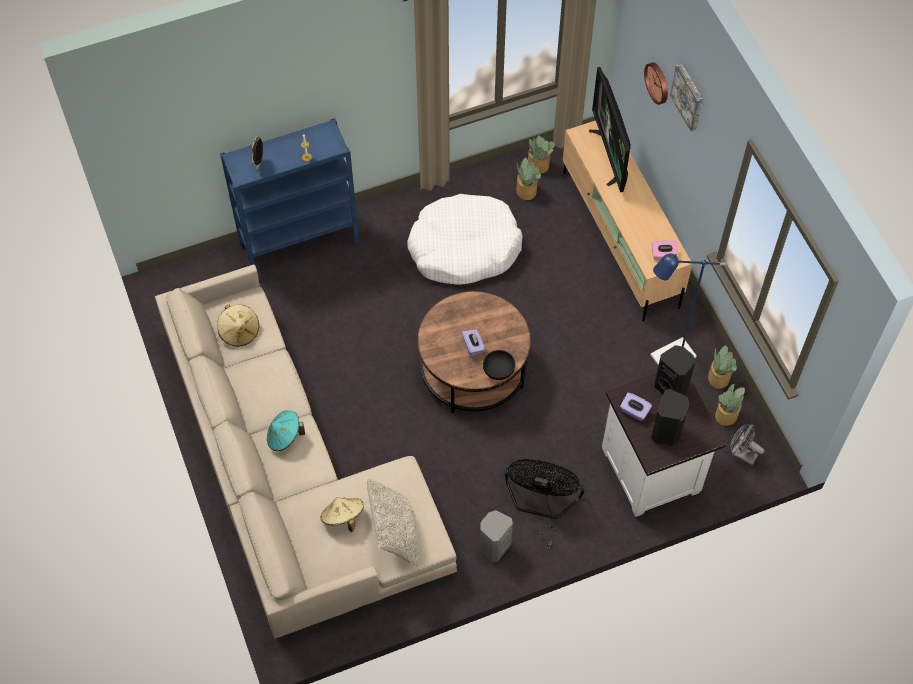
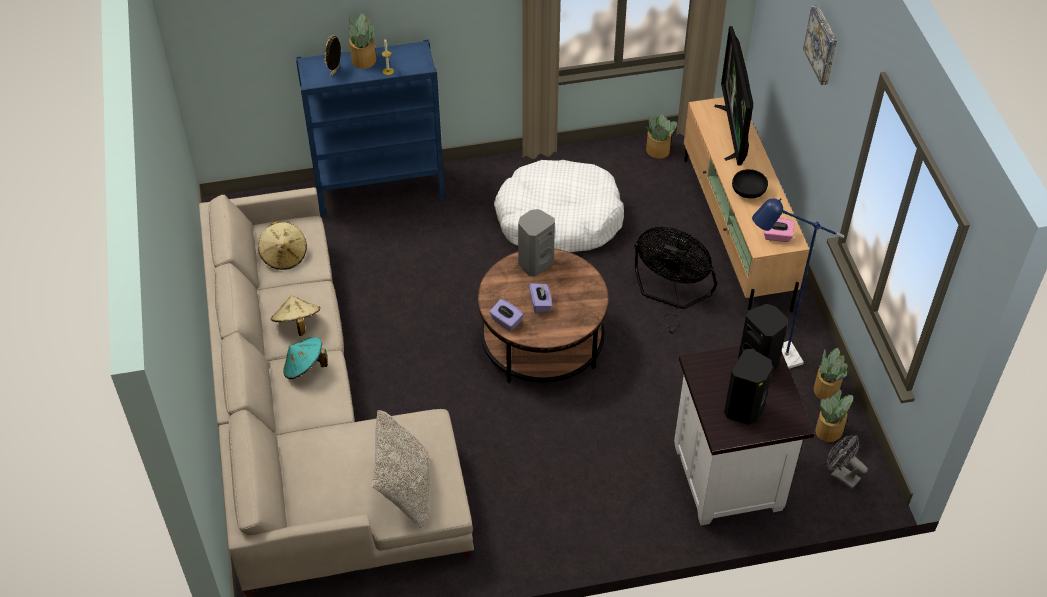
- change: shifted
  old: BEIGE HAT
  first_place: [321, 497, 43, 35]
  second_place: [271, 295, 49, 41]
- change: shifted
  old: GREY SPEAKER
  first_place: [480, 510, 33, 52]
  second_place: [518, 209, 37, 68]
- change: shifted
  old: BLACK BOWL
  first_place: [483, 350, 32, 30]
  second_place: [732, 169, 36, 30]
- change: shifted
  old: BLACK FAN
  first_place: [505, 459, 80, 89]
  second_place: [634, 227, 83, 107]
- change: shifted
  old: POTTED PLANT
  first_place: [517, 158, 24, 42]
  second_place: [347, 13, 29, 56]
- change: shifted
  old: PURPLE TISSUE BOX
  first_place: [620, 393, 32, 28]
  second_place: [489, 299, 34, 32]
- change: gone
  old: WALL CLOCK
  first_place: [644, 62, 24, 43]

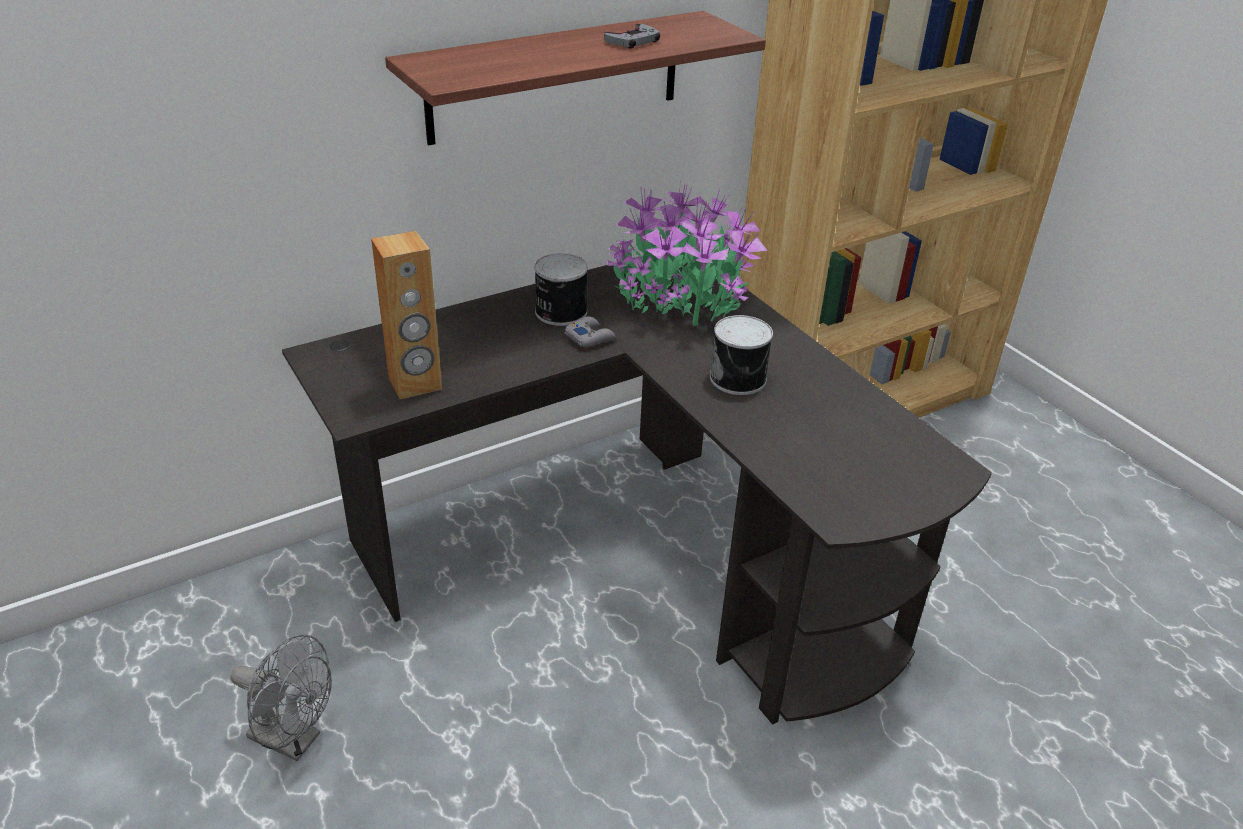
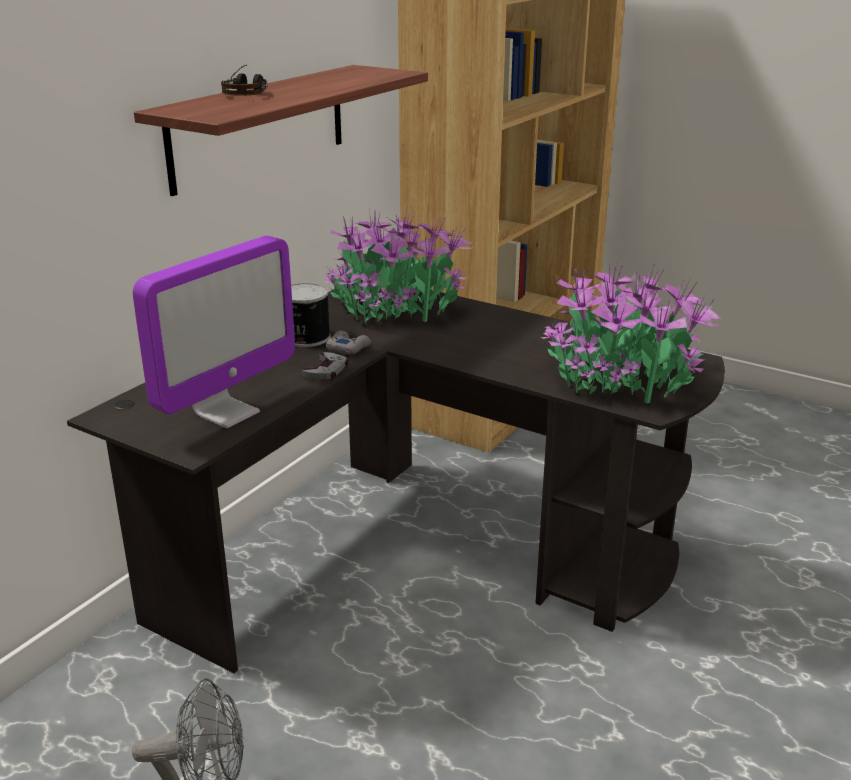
- change: swapped
  old: BROWN SPEAKER
  new: MONITOR
  first_place: [371, 231, 71, 168]
  second_place: [133, 235, 162, 193]
- change: shifted
  old: GREY GAME CONTROLLER
  first_place: [604, 24, 56, 25]
  second_place: [302, 352, 46, 28]
- change: gone
  old: CAN
  first_place: [710, 315, 63, 80]
- change: new
  new: HEADPHONES
  second_place: [221, 65, 47, 31]
- change: new
  new: POTTED PLANT
  second_place: [541, 262, 180, 141]

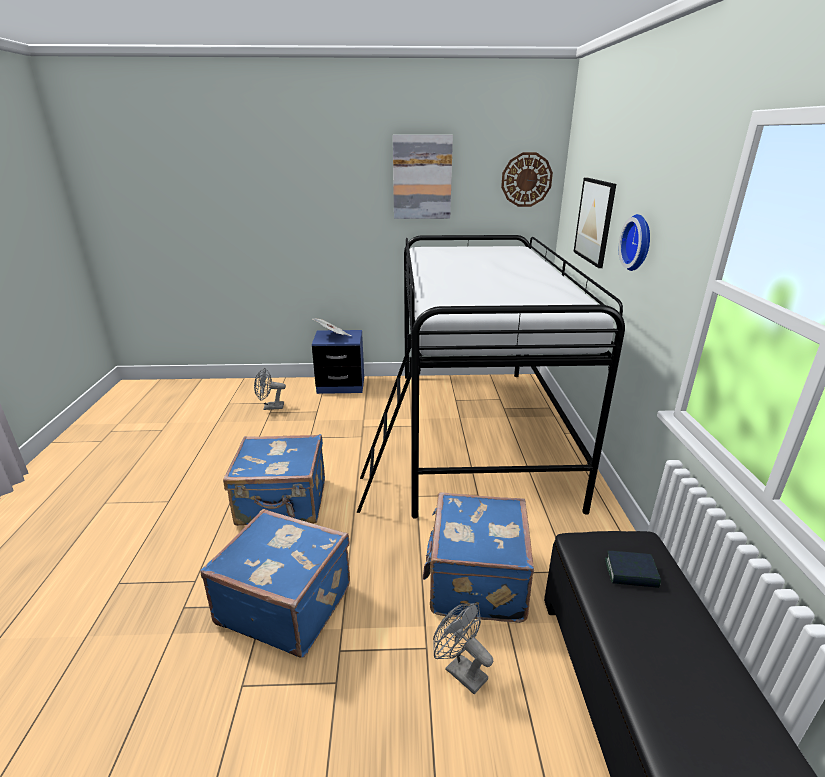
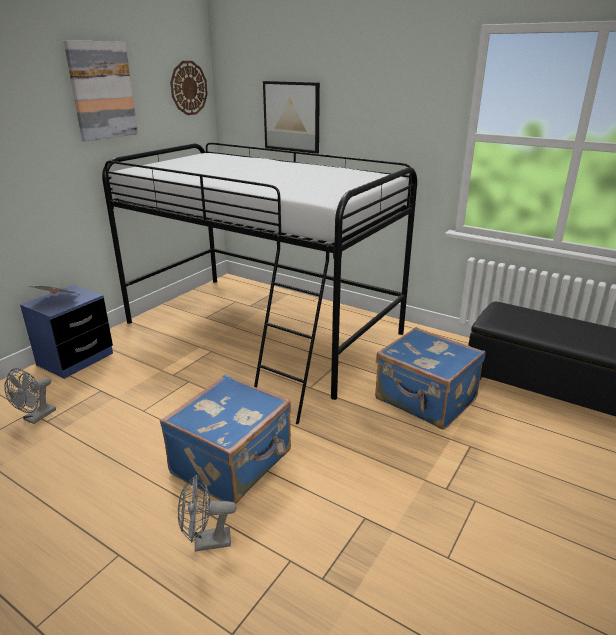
- change: gone
  old: BLUE SUITCASE
  first_place: [200, 509, 150, 149]
- change: shifted
  old: GREY FAN
  first_place: [433, 603, 60, 91]
  second_place: [178, 475, 59, 77]
- change: gone
  old: BOOK
  first_place: [605, 551, 56, 37]
- change: gone
  old: WALL CLOCK
  first_place: [619, 214, 31, 57]

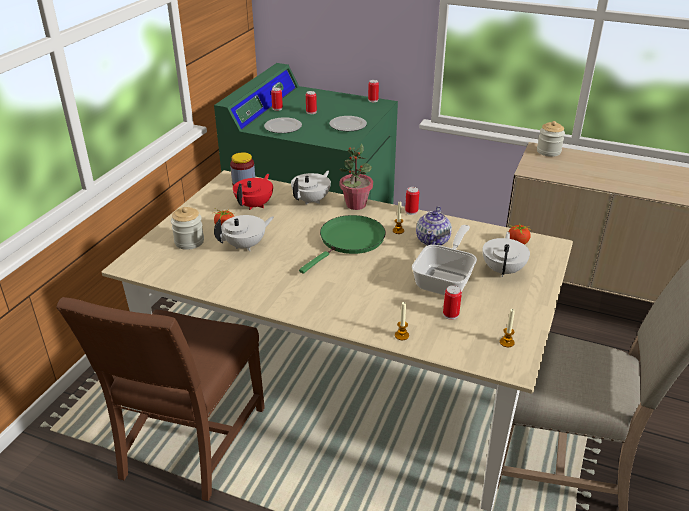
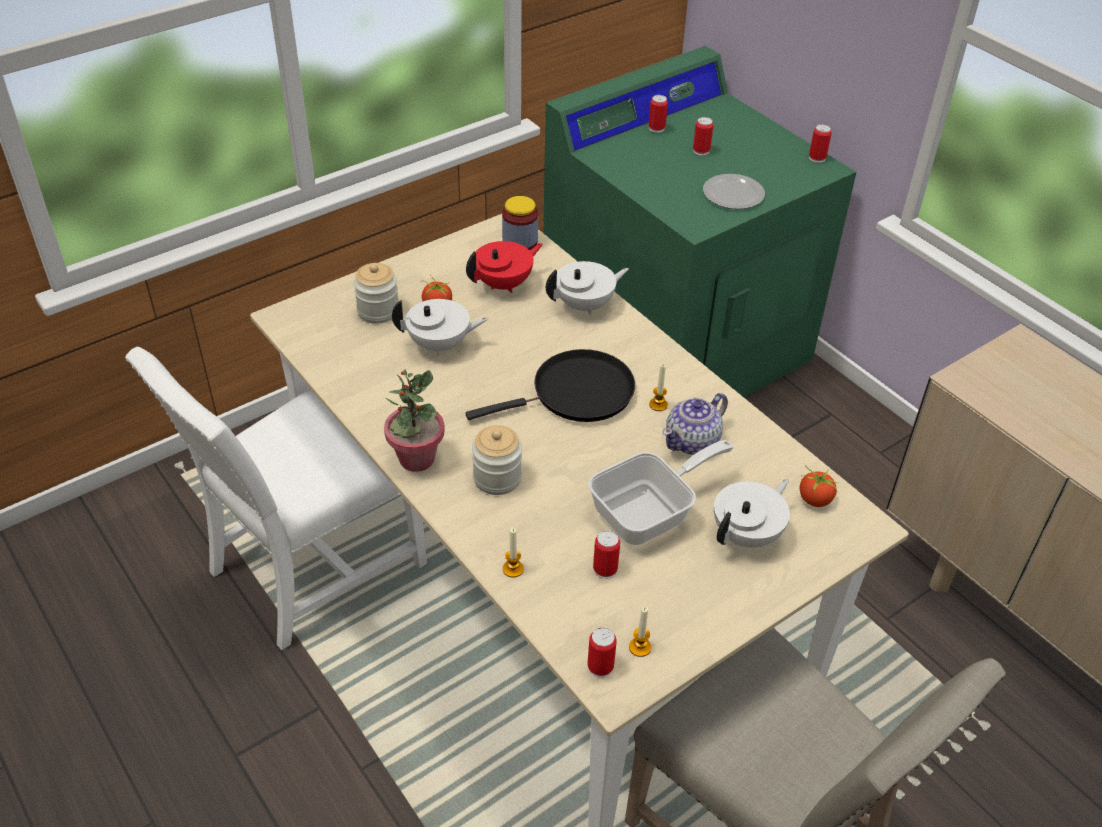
- change: repainted
  old: BROWN CHAIR
  new: WHITE CHAIR
  first_place: [56, 297, 209, 204]
  second_place: [125, 347, 302, 303]
- change: gone
  old: PLATE
  first_place: [264, 117, 38, 16]
- change: repainted
  old: GREEN FRYING PAN
  new: BLACK FRYING PAN
  first_place: [299, 215, 87, 59]
  second_place: [466, 349, 169, 73]
- change: shifted
  old: POTTED PLANT
  first_place: [340, 144, 33, 66]
  second_place: [384, 370, 61, 102]
- change: shifted
  old: CAN
  first_place: [405, 187, 14, 28]
  second_place: [588, 627, 29, 51]
- change: shifted
  old: JAR
  first_place: [537, 121, 28, 36]
  second_place: [472, 425, 50, 70]

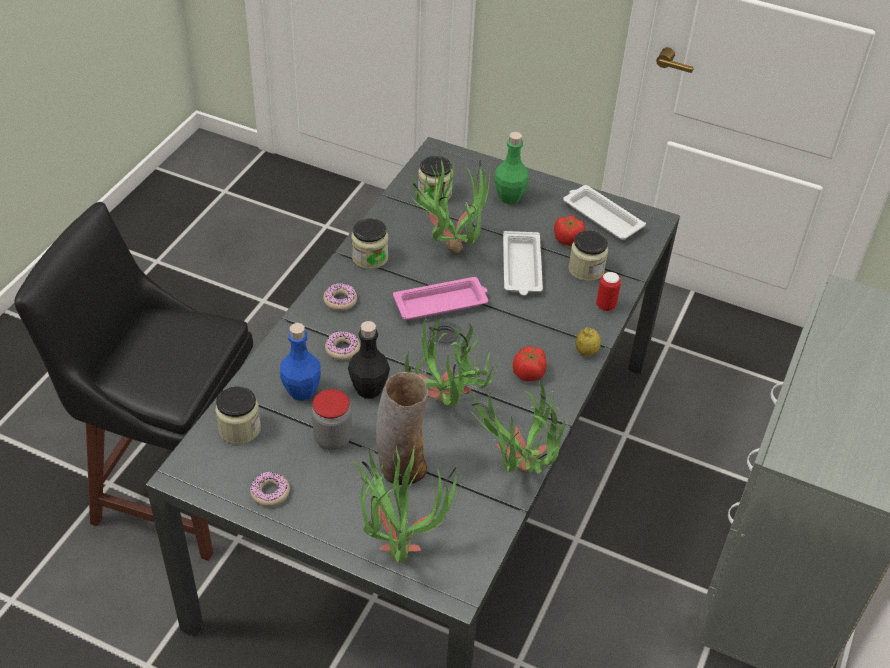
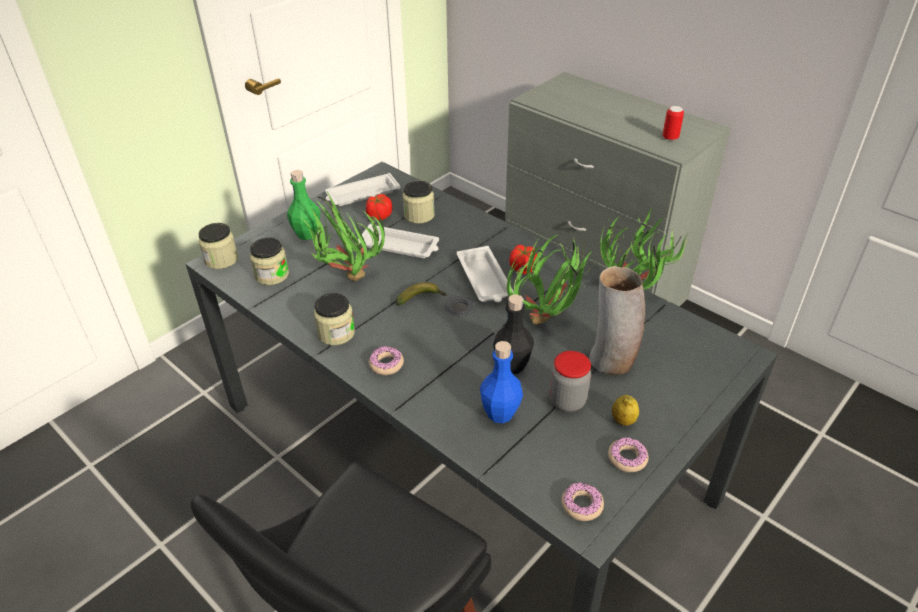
- change: shifted
  old: JAR
  first_place: [215, 386, 46, 58]
  second_place: [198, 223, 40, 46]
- change: shifted
  old: DONUT
  first_place: [325, 331, 35, 29]
  second_place: [562, 482, 42, 39]
- change: gone
  old: POTTED PLANT
  first_place: [352, 445, 110, 118]
- change: swapped
  old: PINK TRAY
  new: BANANA
  first_place: [393, 277, 95, 42]
  second_place: [396, 282, 51, 24]
- change: shifted
  old: LEMON
  first_place: [576, 327, 25, 29]
  second_place: [612, 395, 27, 31]
- change: shifted
  old: CAN
  first_place: [596, 272, 25, 39]
  second_place: [662, 106, 22, 35]
- change: new
  new: WHITE TRAY
  second_place: [457, 246, 57, 56]

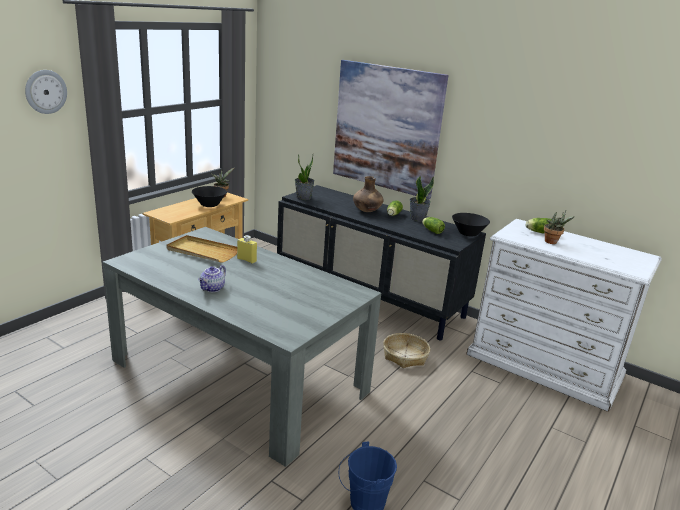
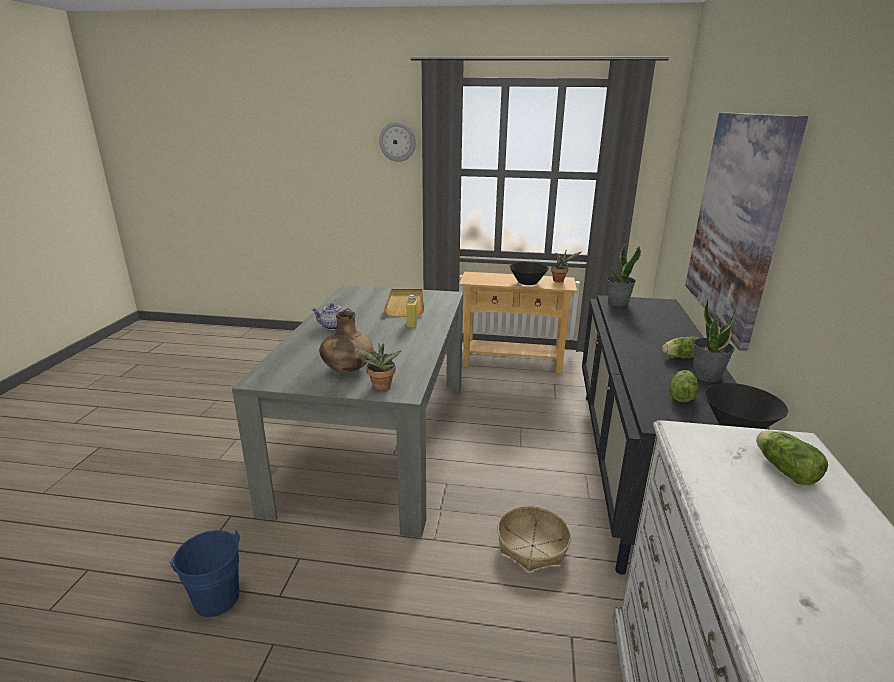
- change: shifted
  old: BROWN VASE
  first_place: [353, 176, 31, 36]
  second_place: [319, 311, 54, 61]
- change: shifted
  old: POTTED PLANT
  first_place: [544, 211, 30, 33]
  second_place: [353, 343, 48, 48]

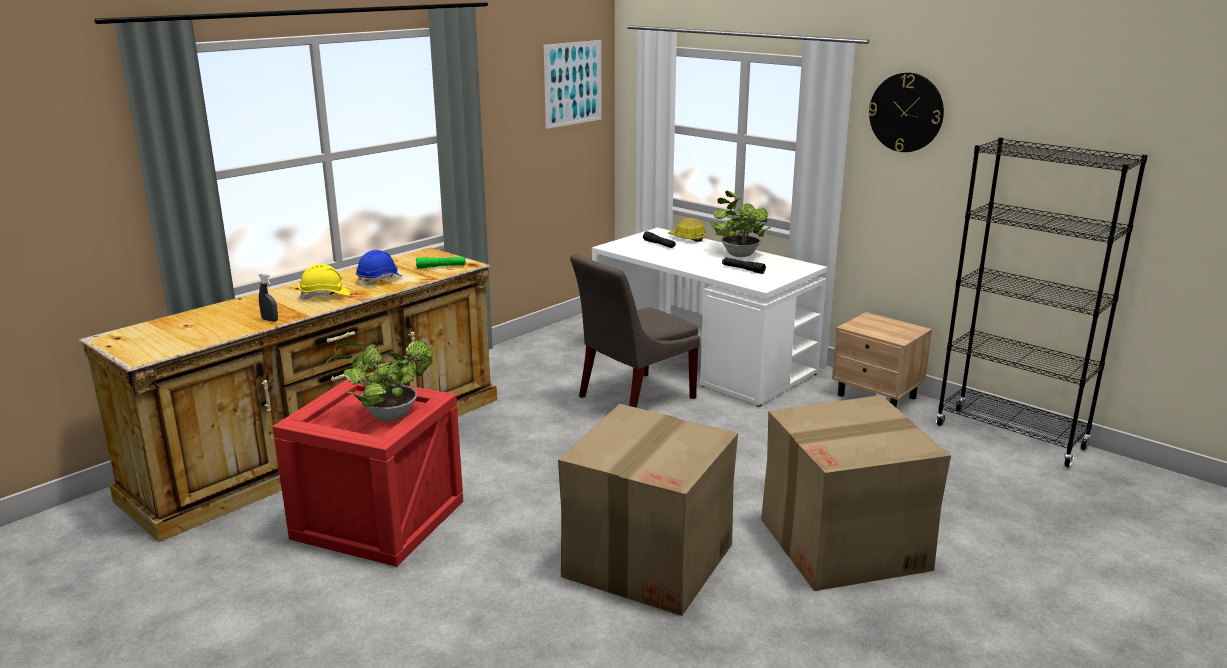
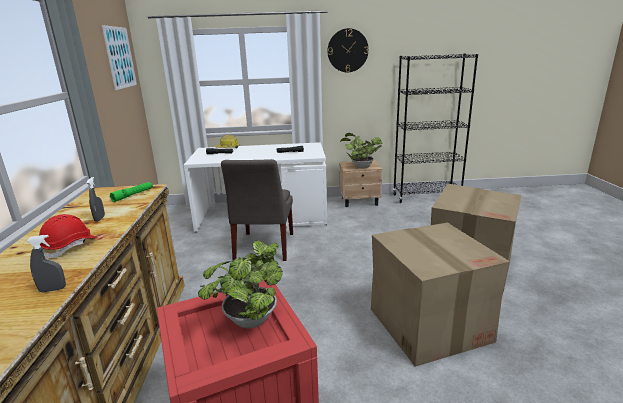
- change: repainted
  old: YELLOW HARD HAT
  new: RED HARD HAT
  first_place: [299, 264, 51, 36]
  second_place: [39, 214, 58, 45]
- change: swapped
  old: BLUE HARD HAT
  new: GREY SPRAY BOTTLE
  first_place: [356, 250, 47, 37]
  second_place: [87, 177, 18, 45]
- change: shifted
  old: POTTED PLANT
  first_place: [710, 191, 61, 66]
  second_place: [340, 133, 42, 35]

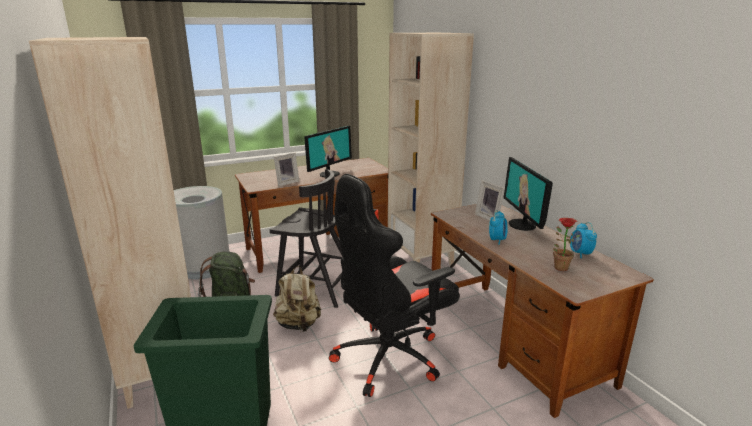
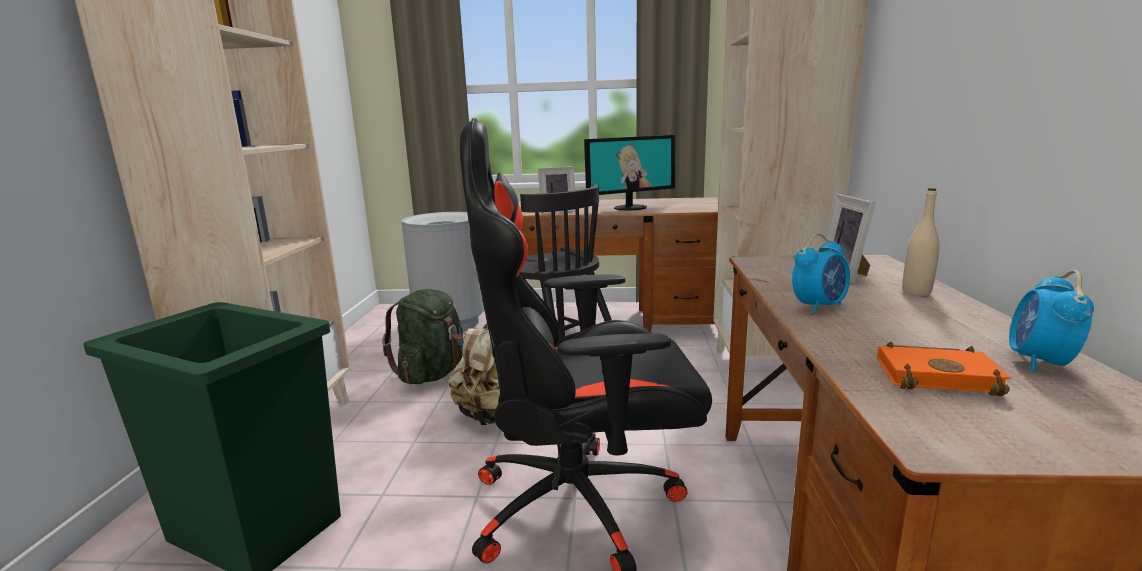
- change: swapped
  old: MONITOR
  new: BEIGE BOTTLE
  first_place: [504, 157, 49, 74]
  second_place: [902, 188, 38, 108]
- change: swapped
  old: POTTED PLANT
  new: ORANGE BOOK
  first_place: [553, 218, 27, 53]
  second_place: [877, 342, 134, 54]

